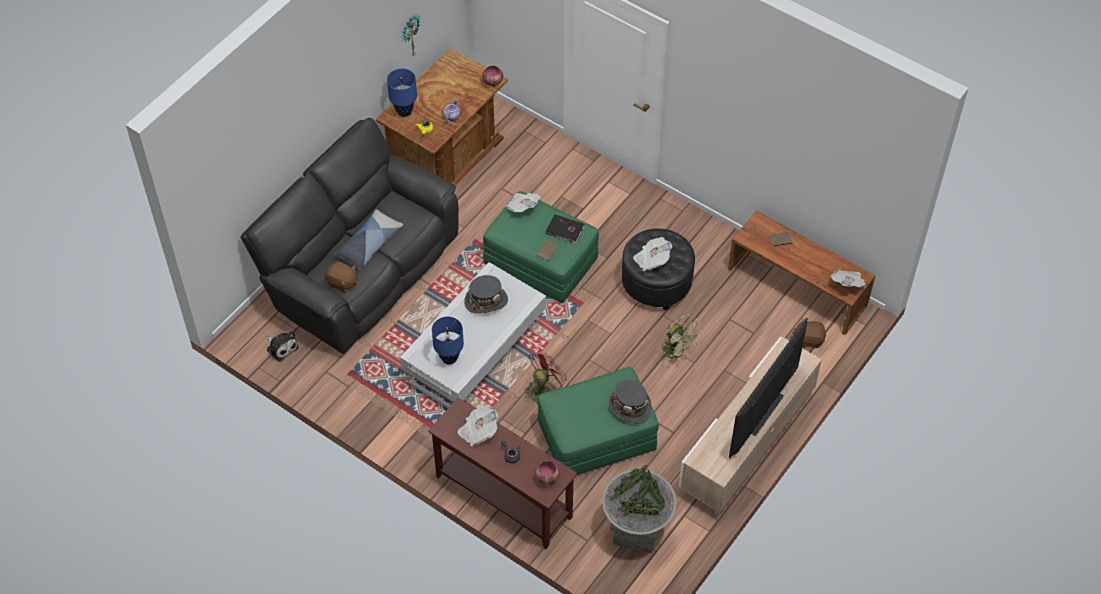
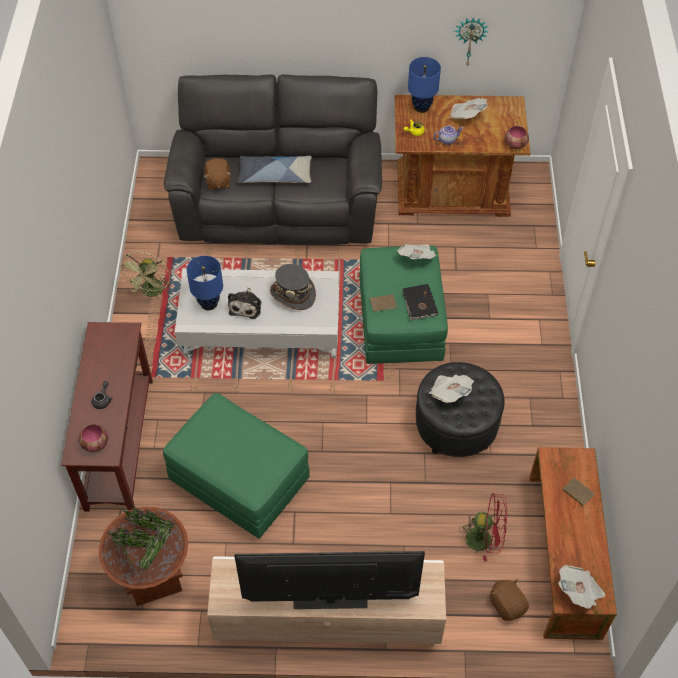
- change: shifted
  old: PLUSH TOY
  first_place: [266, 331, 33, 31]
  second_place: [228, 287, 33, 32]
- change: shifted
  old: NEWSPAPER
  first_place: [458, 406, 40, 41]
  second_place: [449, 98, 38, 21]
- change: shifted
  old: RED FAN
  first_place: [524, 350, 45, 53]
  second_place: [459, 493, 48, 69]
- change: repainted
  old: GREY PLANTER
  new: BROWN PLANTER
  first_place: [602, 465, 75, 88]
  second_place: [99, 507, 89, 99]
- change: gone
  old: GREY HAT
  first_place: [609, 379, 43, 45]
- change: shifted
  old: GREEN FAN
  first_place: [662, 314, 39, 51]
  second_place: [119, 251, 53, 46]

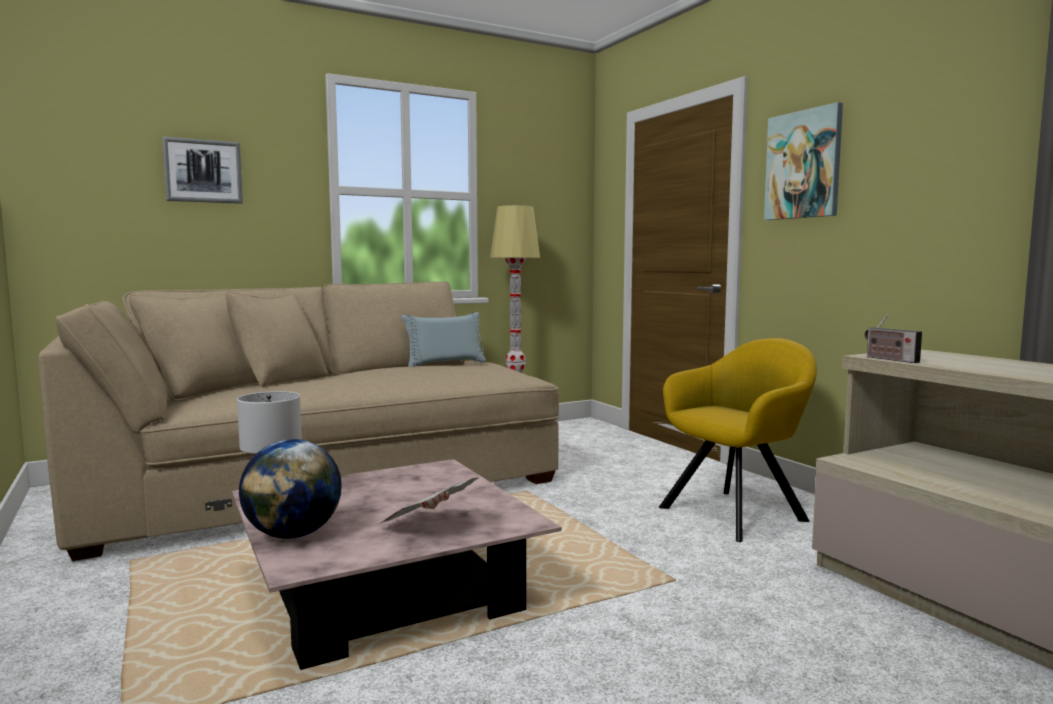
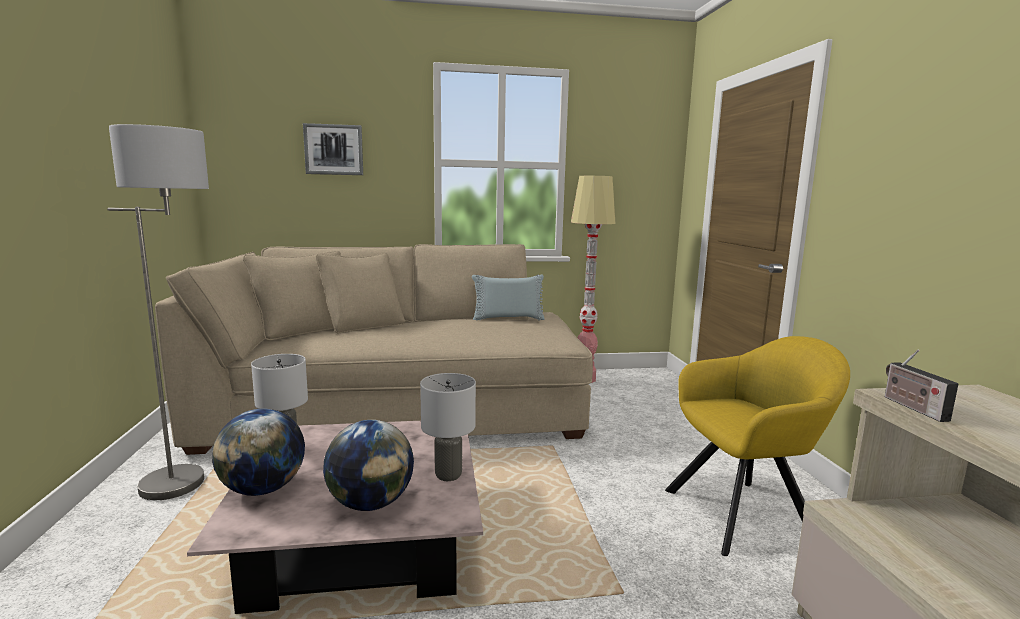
- change: swapped
  old: NEWSPAPER
  new: GLOBE
  first_place: [379, 478, 99, 46]
  second_place: [323, 420, 91, 91]
- change: gone
  old: PICTURE
  first_place: [764, 102, 79, 118]
- change: new
  new: GREY FLOOR LAMP
  second_place: [107, 124, 102, 376]
- change: new
  new: WHITE TABLE LAMP
  second_place: [420, 373, 56, 108]

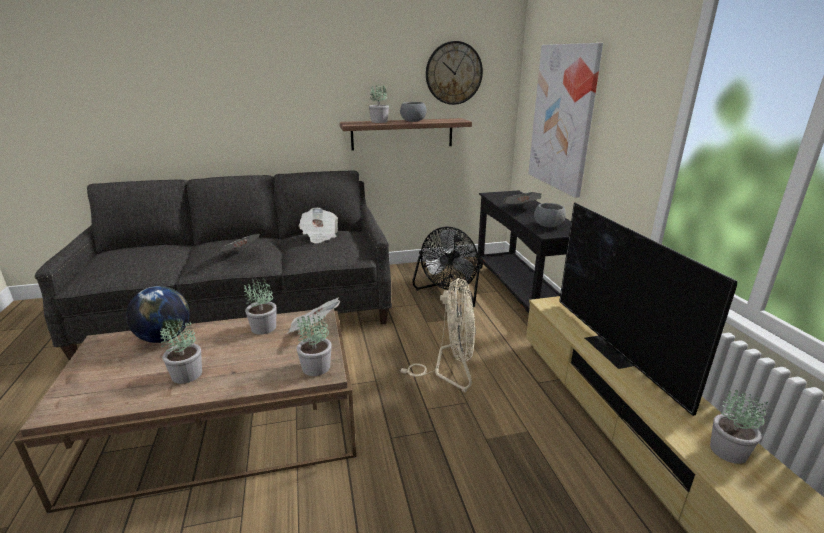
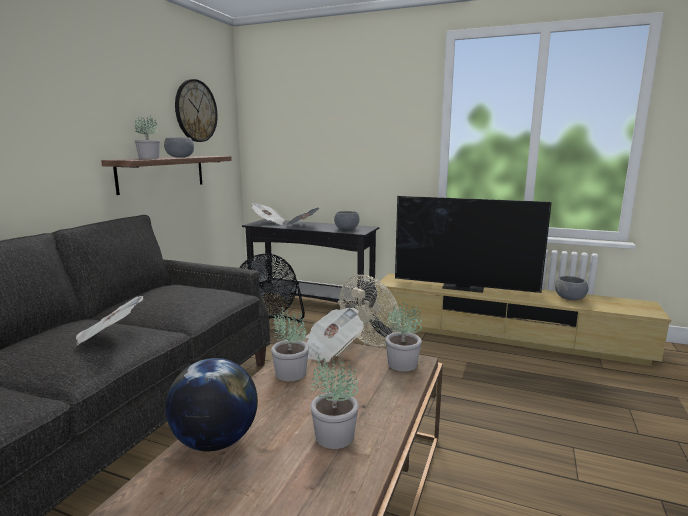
- change: shifted
  old: NEWSPAPER
  first_place: [299, 208, 39, 35]
  second_place: [252, 203, 33, 22]
- change: gone
  old: PICTURE
  first_place: [528, 43, 75, 155]
- change: swapped
  old: POTTED PLANT
  new: GREY BOWL
  first_place: [710, 390, 58, 74]
  second_place: [555, 276, 34, 25]

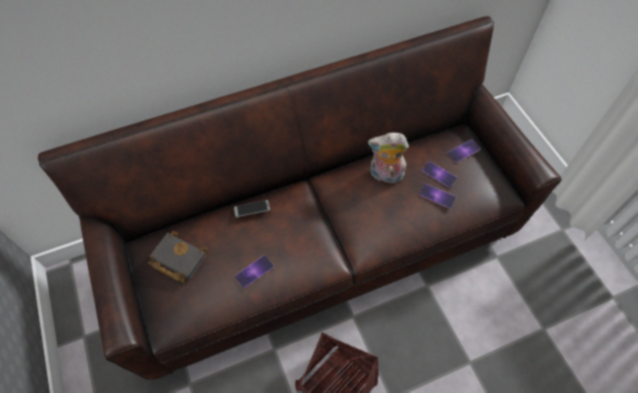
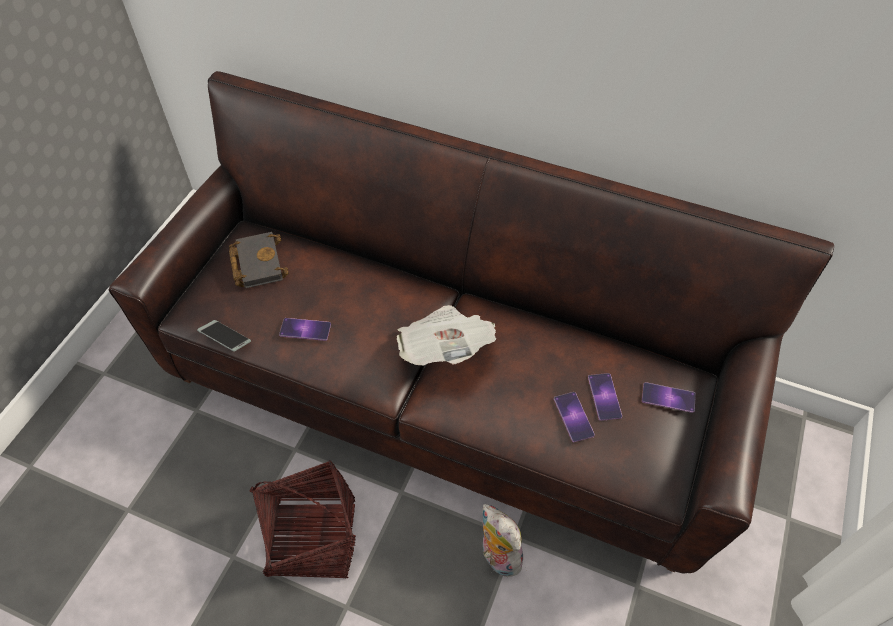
- change: shifted
  old: PHONE
  first_place: [234, 200, 36, 17]
  second_place: [197, 320, 54, 31]
- change: shifted
  old: PLUSH TOY
  first_place: [368, 133, 41, 51]
  second_place: [482, 504, 43, 73]
- change: new
  new: NEWSPAPER
  second_place: [397, 305, 99, 60]

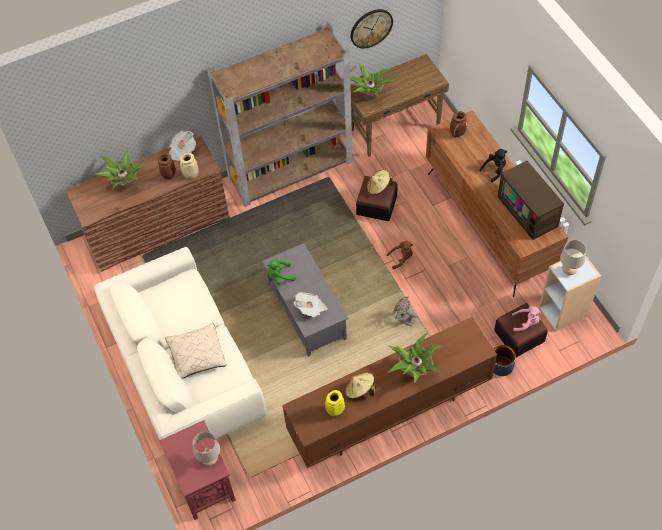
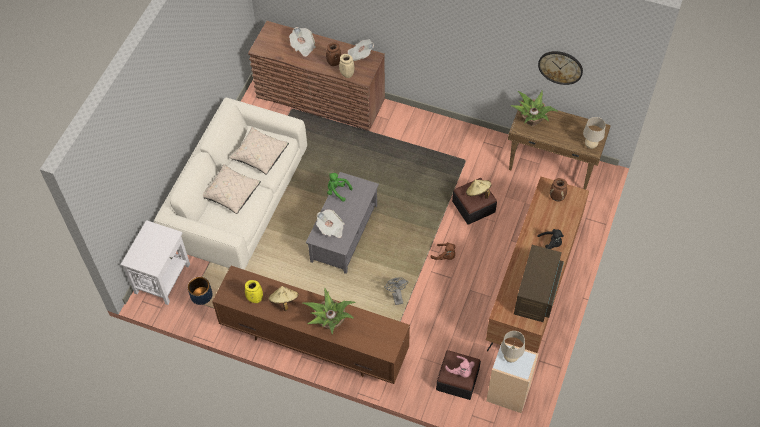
- change: swapped
  old: POTTED PLANT
  new: NEWSPAPER
  first_place: [94, 149, 53, 41]
  second_place: [289, 27, 27, 30]
- change: repainted
  old: RED SIDE TABLE
  new: WHITE SIDE TABLE
  first_place: [160, 420, 76, 100]
  second_place: [120, 220, 70, 85]
- change: shifted
  old: BEIGE TABLE LAMP
  first_place: [193, 432, 27, 34]
  second_place: [583, 117, 23, 32]
- change: gone
  old: BROWN BOOKCASE
  first_place: [207, 23, 146, 184]
- change: shifted
  old: BLUE PLANTER
  first_place: [493, 345, 23, 31]
  second_place: [188, 277, 24, 28]
- change: new
  new: BEIGE PILLOW
  second_place: [229, 127, 60, 48]

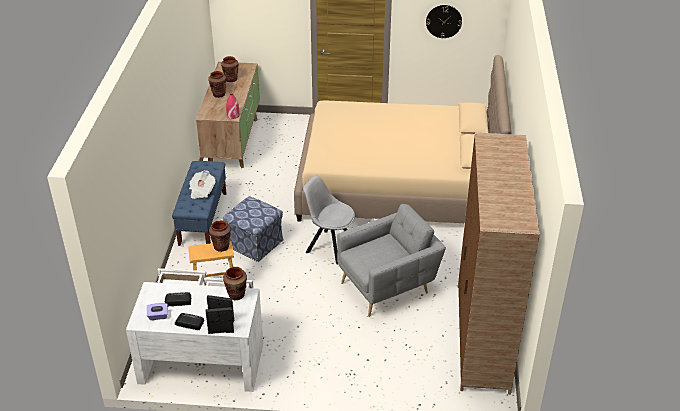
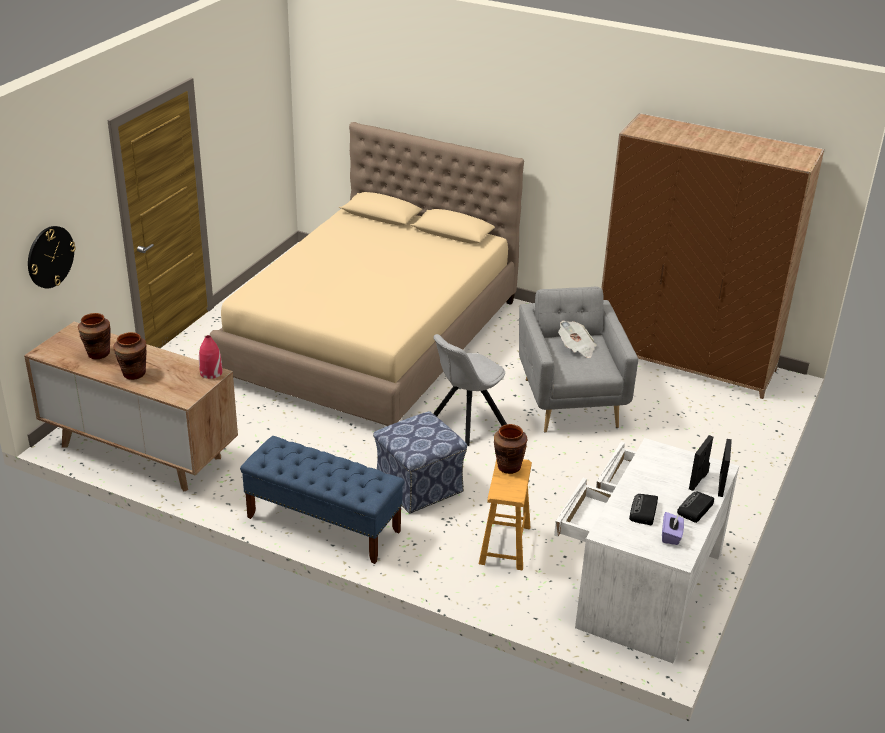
- change: shifted
  old: NEWSPAPER
  first_place: [189, 170, 26, 29]
  second_place: [558, 321, 38, 37]
- change: gone
  old: BROWN VASE
  first_place: [223, 267, 24, 33]
- change: shifted
  old: WALL CLOCK
  first_place: [426, 5, 36, 34]
  second_place: [28, 226, 48, 62]

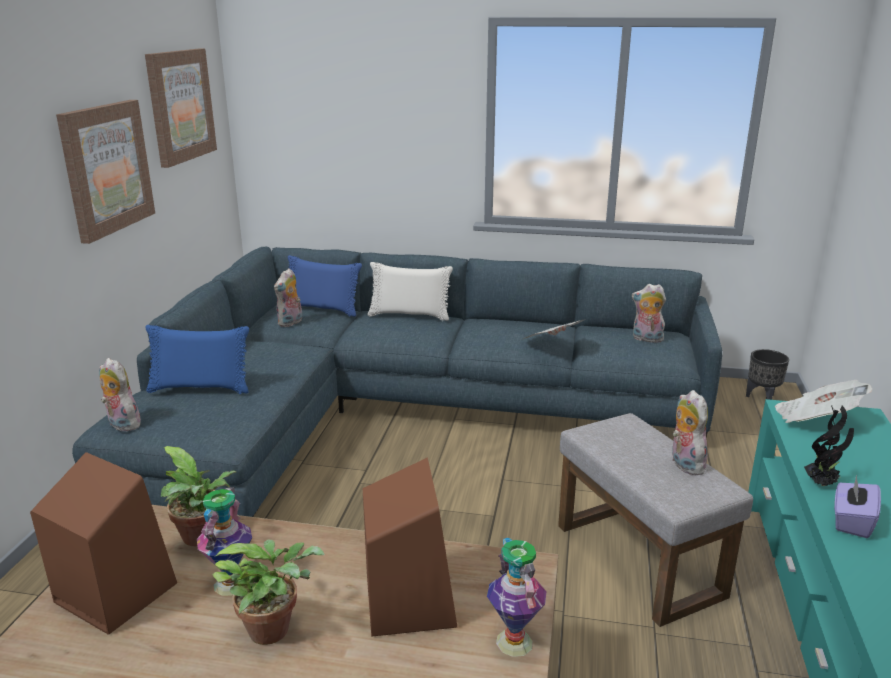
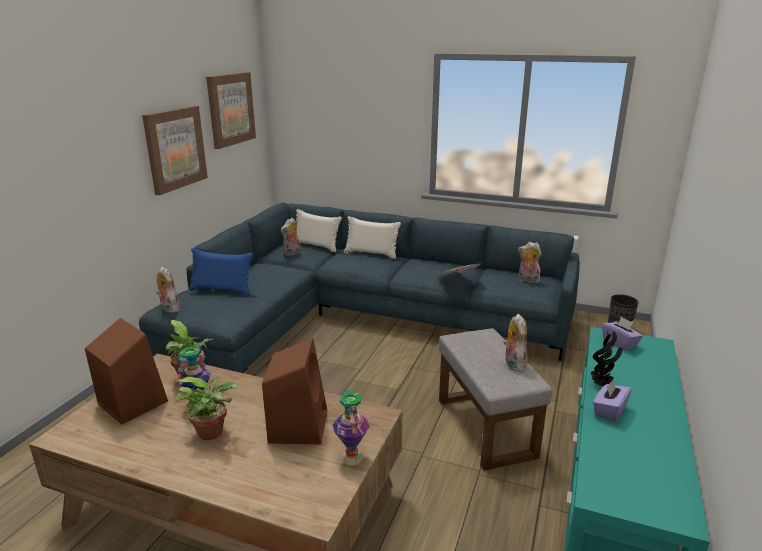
- change: repainted
  old: BLUE PILLOW
  new: WHITE PILLOW
  first_place: [288, 255, 74, 62]
  second_place: [296, 209, 46, 43]
- change: swapped
  old: NEWSPAPER
  new: PURPLE TISSUE BOX
  first_place: [775, 380, 97, 43]
  second_place: [602, 317, 41, 34]

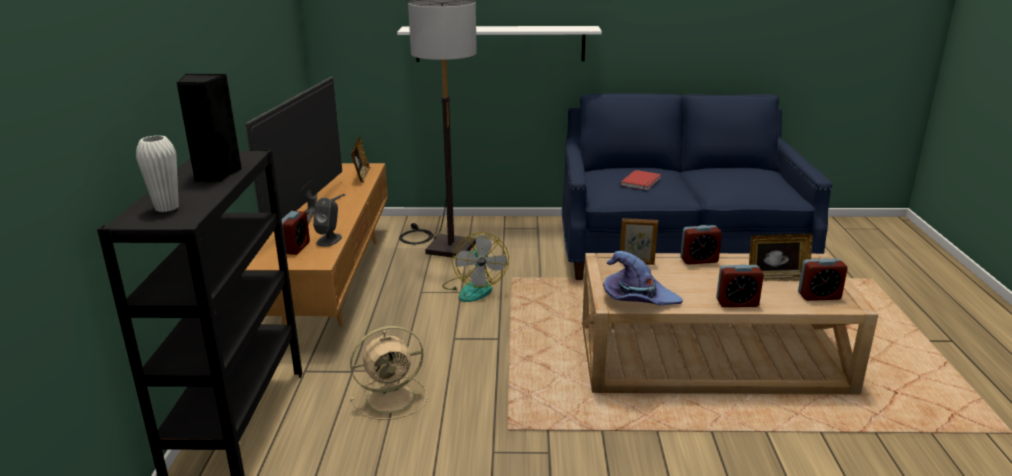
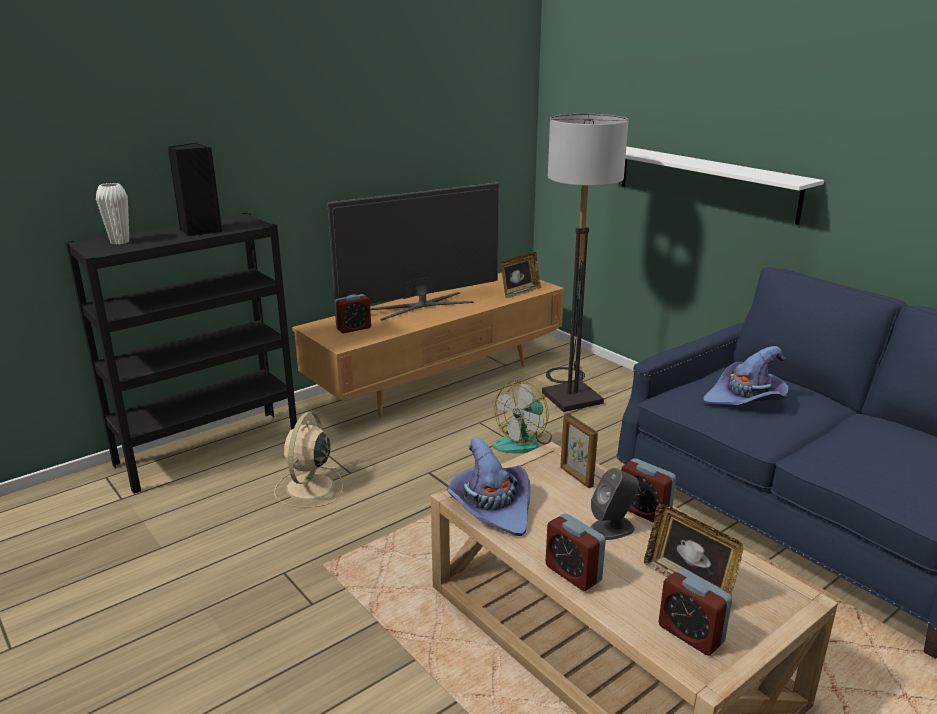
- change: shifted
  old: GREY SPEAKER
  first_place: [313, 198, 29, 49]
  second_place: [591, 468, 48, 72]
- change: rotated
  old: BEIGE FAN
  first_place: [350, 326, 78, 94]
  second_place: [274, 412, 69, 96]
  degrees: 75
- change: swapped
  old: RED BOOK
  new: PURPLE HAT
  first_place: [620, 170, 41, 20]
  second_place: [703, 346, 85, 59]

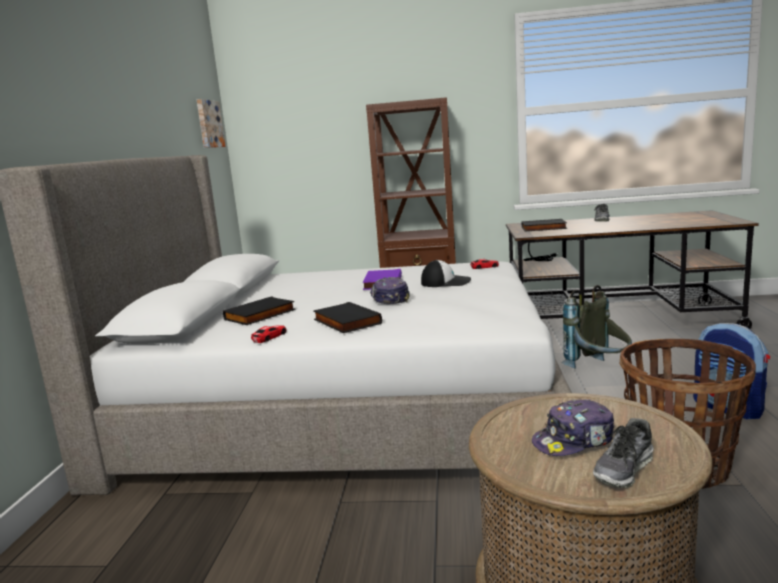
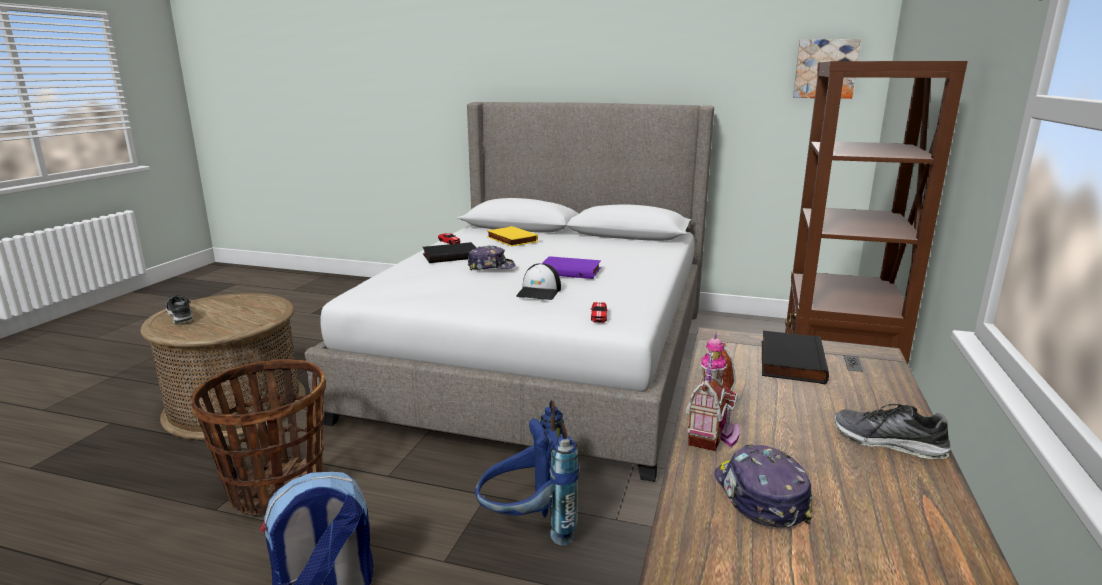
- change: repainted
  old: BLACK BOOK
  new: YELLOW BOOK
  first_place: [223, 296, 72, 29]
  second_place: [487, 226, 51, 20]
- change: shifted
  old: CAP
  first_place: [532, 399, 82, 57]
  second_place: [714, 444, 99, 84]
- change: repainted
  old: GREY BACKPACK
  new: BLUE BACKPACK
  first_place: [562, 285, 70, 84]
  second_place: [475, 400, 104, 146]
- change: new
  new: TOY HOUSE
  second_place: [686, 332, 54, 119]

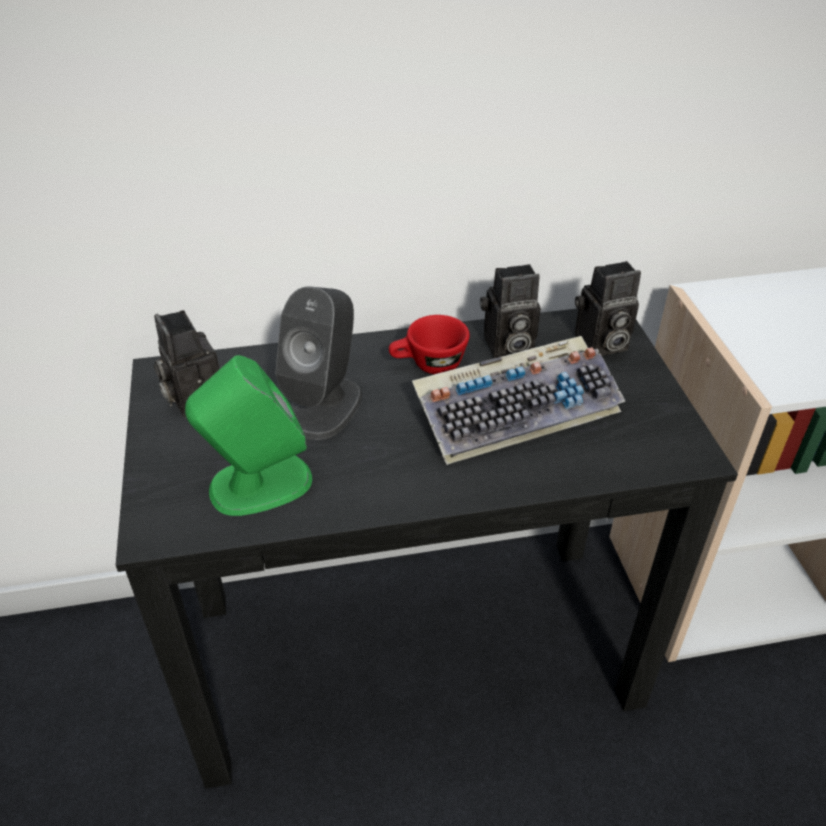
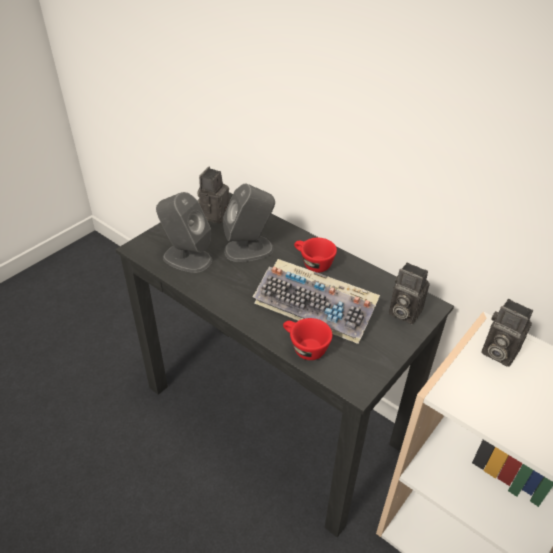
- change: repainted
  old: GREEN SPEAKER
  new: GREY SPEAKER
  first_place: [185, 355, 127, 161]
  second_place: [156, 192, 56, 81]
- change: shifted
  old: PHOTO CAMERA
  first_place: [480, 264, 61, 94]
  second_place: [481, 299, 52, 68]
- change: new
  new: RED CUP
  second_place: [283, 318, 49, 42]

